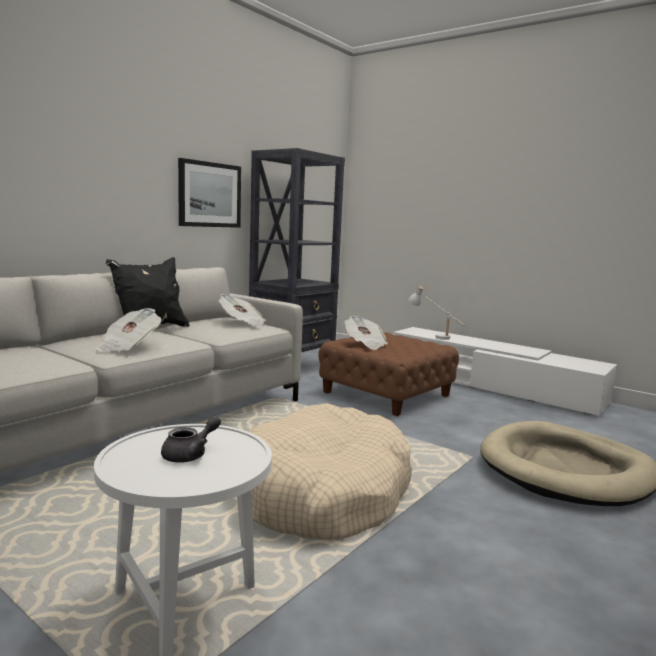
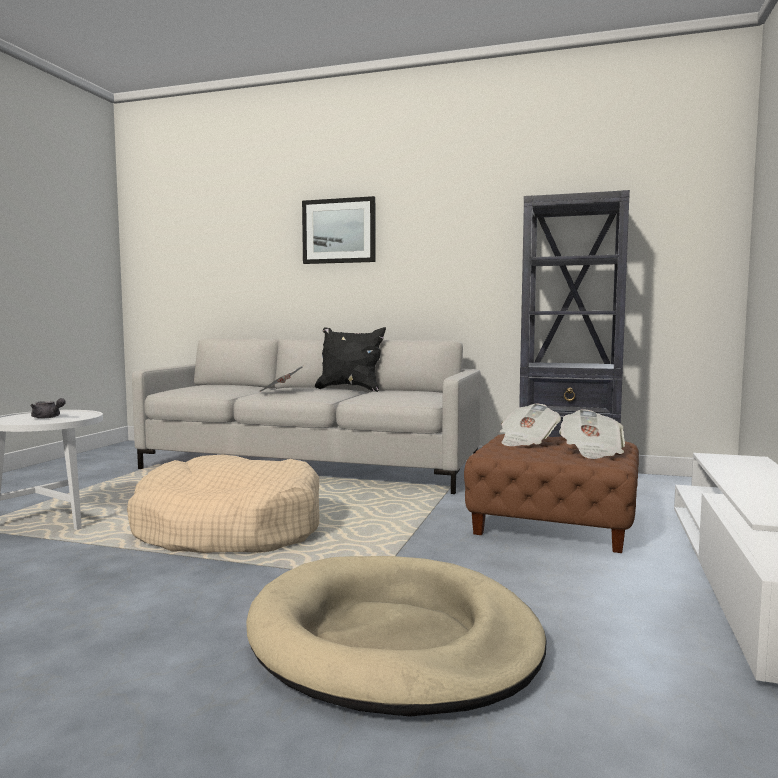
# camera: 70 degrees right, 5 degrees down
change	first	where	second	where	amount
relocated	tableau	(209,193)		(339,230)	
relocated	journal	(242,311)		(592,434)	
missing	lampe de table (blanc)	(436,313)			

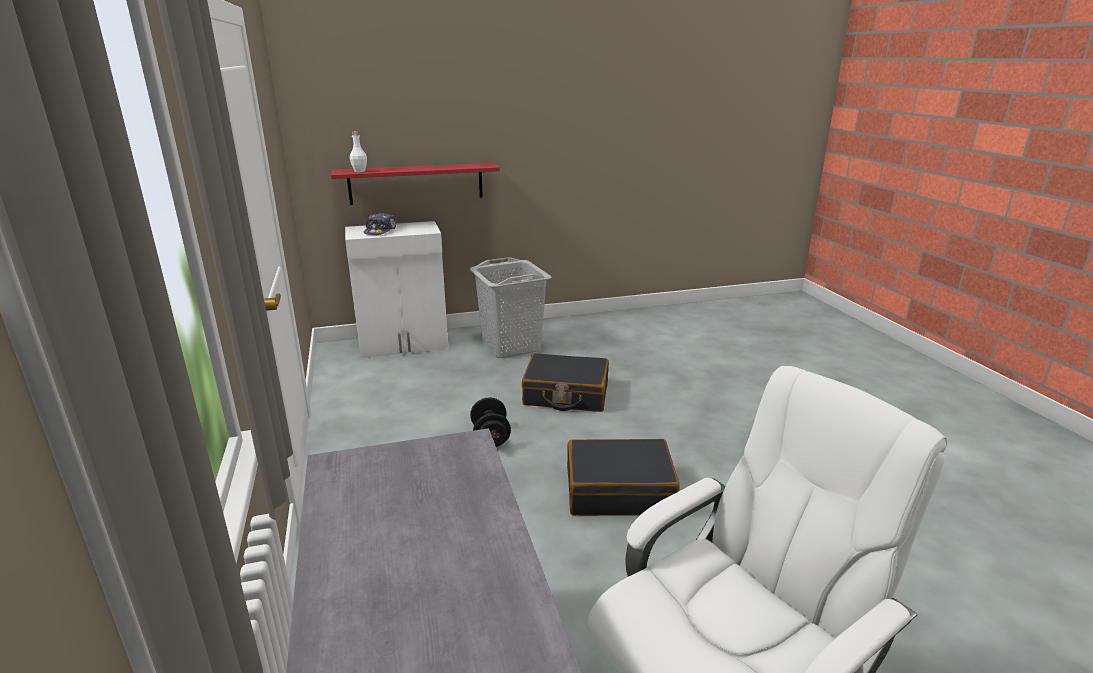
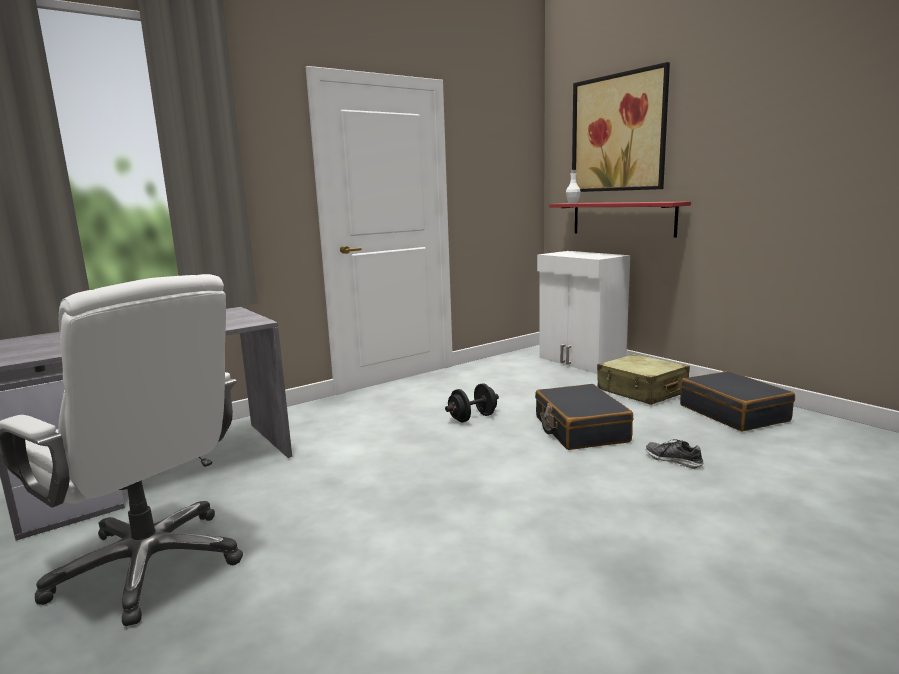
# camera: 70 degrees right, 10 degrees down
change	first	where	second	where	amount
missing	casquette	(380,224)			
exchanged	panier à linge (gris)	(510,307)	valise (beige)	(643,379)	
relocated	valise (noir)	(623,477)		(737,401)	
appeared			tableau	(621,127)	
appeared			chaussure	(675,454)	

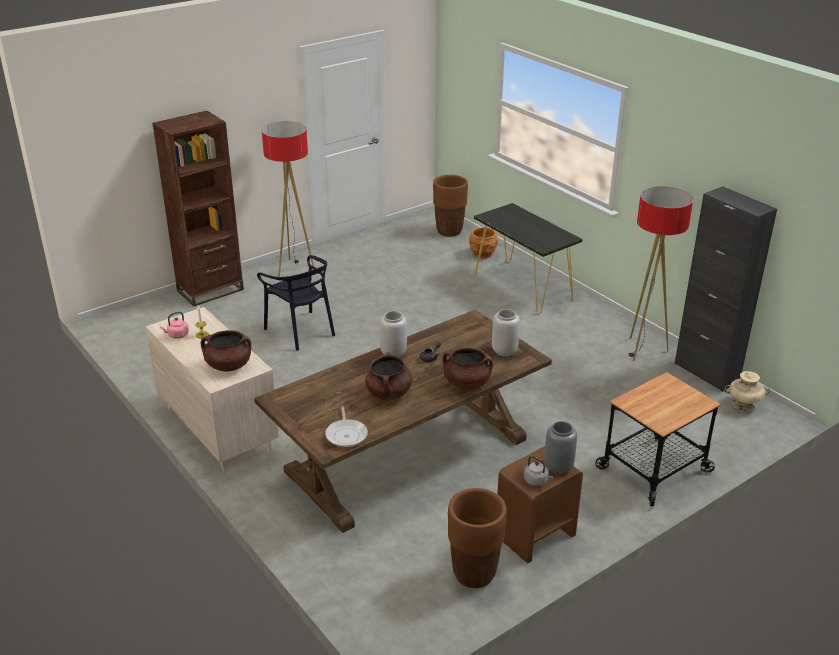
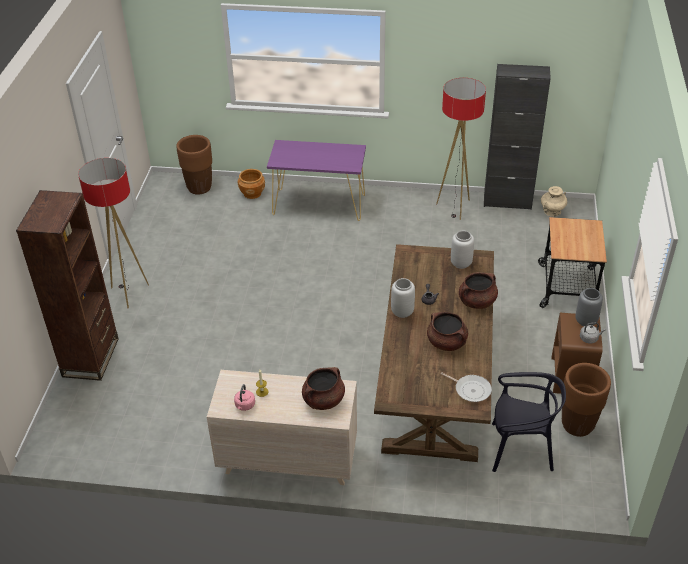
# camera: 45 degrees left, 10 degrees up
change	first	where	second	where	amount
relocated	chaise (noir)	(296,303)		(529,422)	
colour	table console (noir)	(528,258)	table console (violet)	(316,180)	

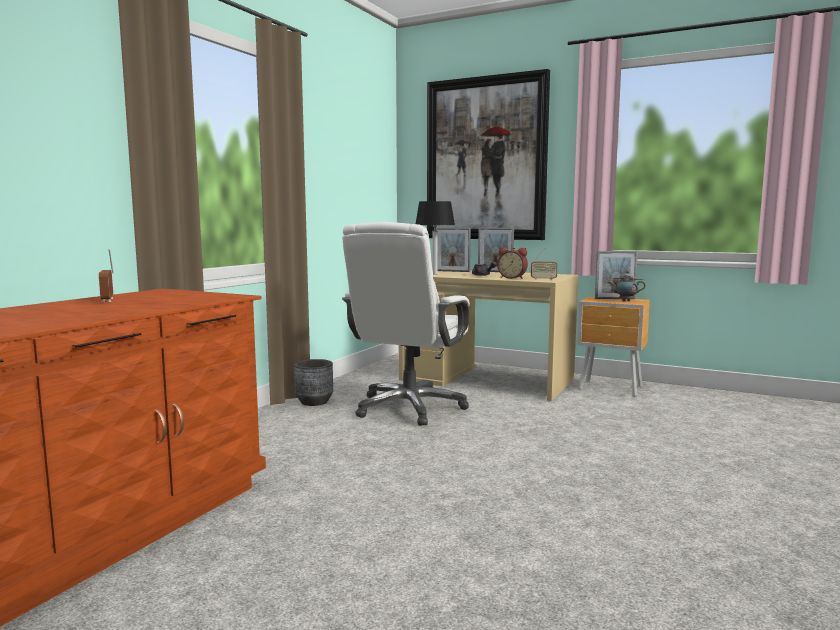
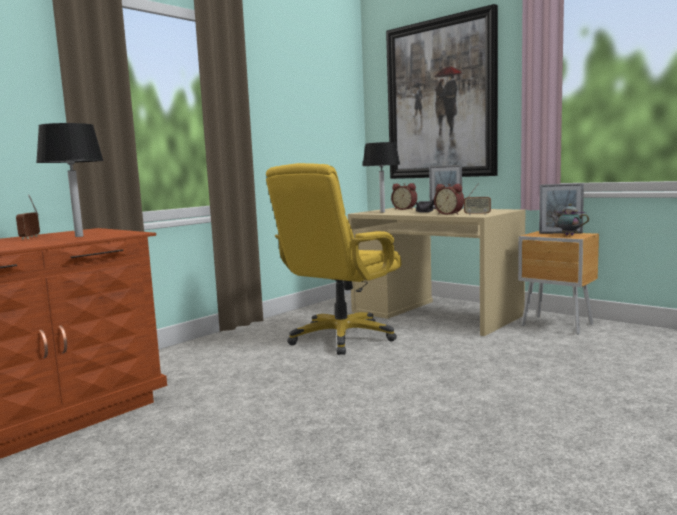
# camera: 15 degrees right, 0 degrees up
change	first	where	second	where	amount
missing	cache-pot (gris)	(313,382)			
colour	chaise de bureau (blanc)	(406,324)	chaise de bureau (jaune)	(333,259)	
exchanged	cadre photo	(453,249)	réveil	(404,196)	
appeared			lampe de table (noir)	(70,180)	

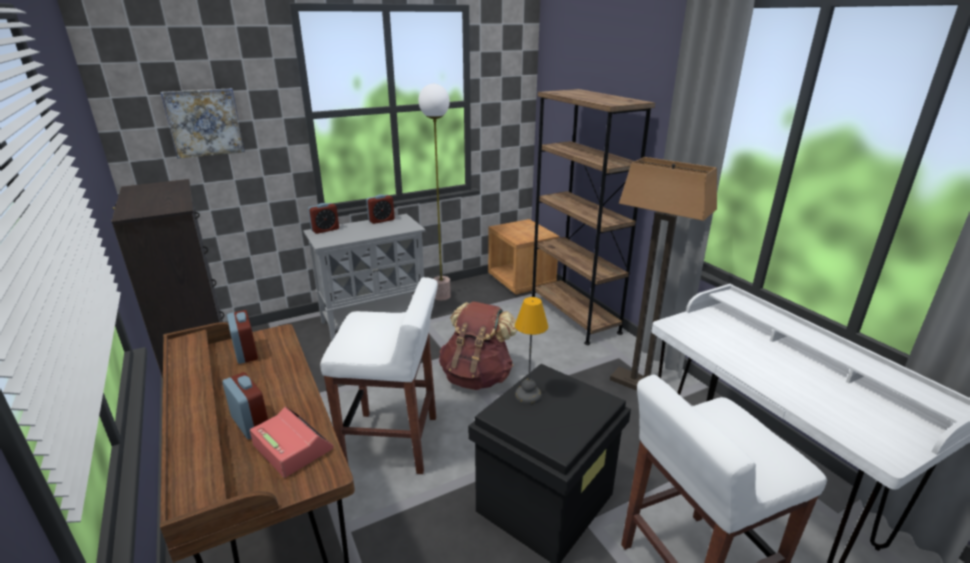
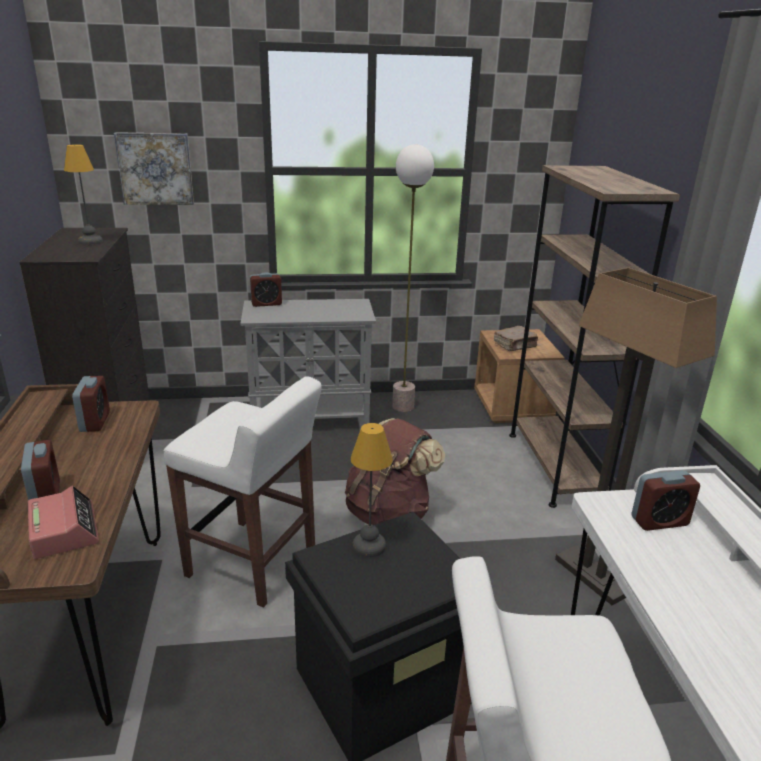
# camera: 20 degrees right, 0 degrees up
change	first	where	second	where	amount
relocated	réveil	(380,209)		(665,500)	
appeared			lampe de table	(83,194)	
appeared			livre (marron)	(516,338)	

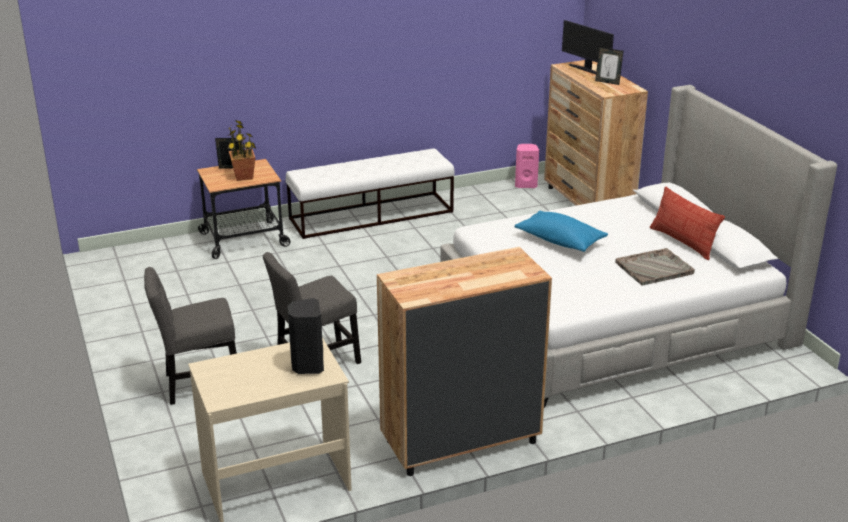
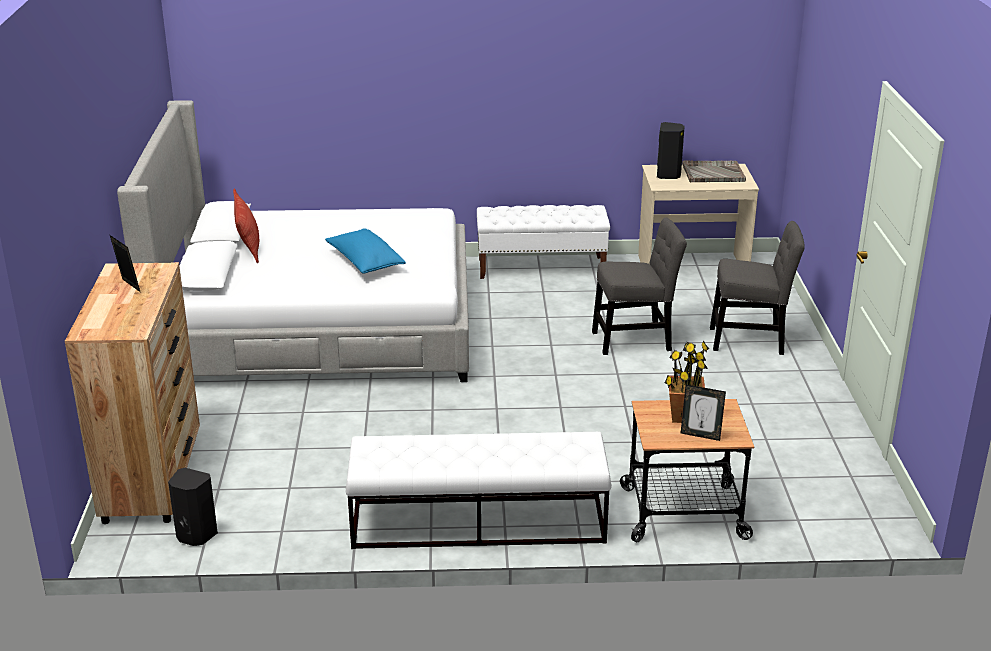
# camera: 160 degrees left, 0 degrees up
change	first	where	second	where	amount
exchanged	commode (marron)	(464,361)	banc (blanc)	(543,242)	
colour	enceinte (rose)	(527,166)	enceinte (noir)	(193,507)	
missing	écran d'ordinateur	(588,47)			
relocated	plateau (gris)	(655,267)		(714,171)	

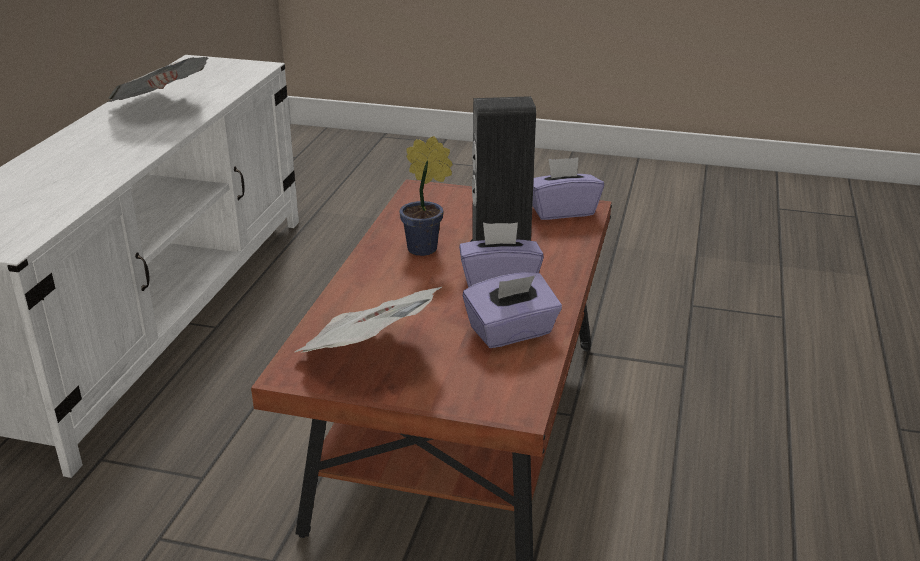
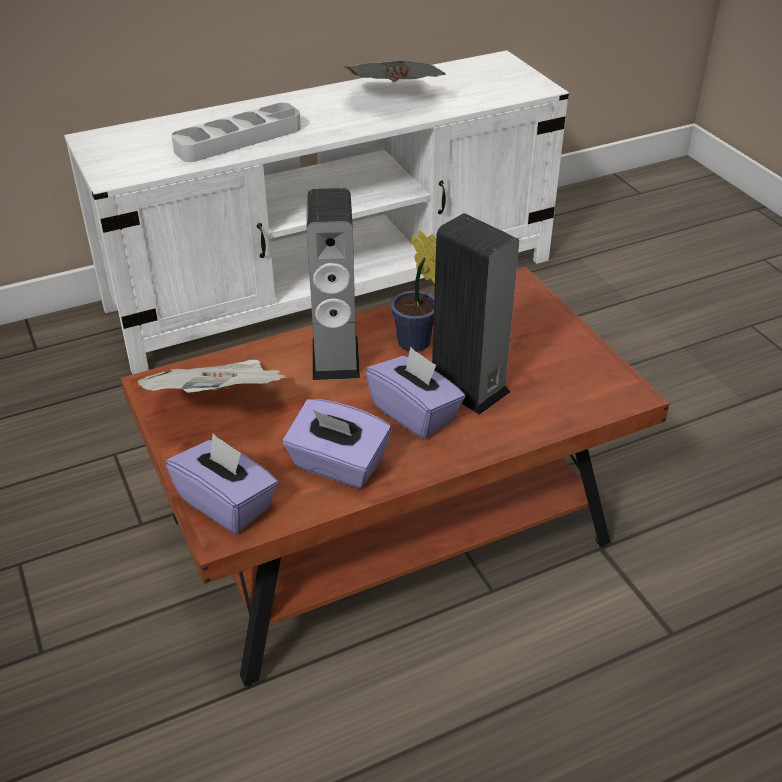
# camera: 50 degrees right, 10 degrees up
change	first	where	second	where	amount
relocated	boîte à mouchoirs (violet)	(568,188)		(222,483)	
appeared			plateau (gris)	(236,132)	
appeared			enceinte	(333,284)	

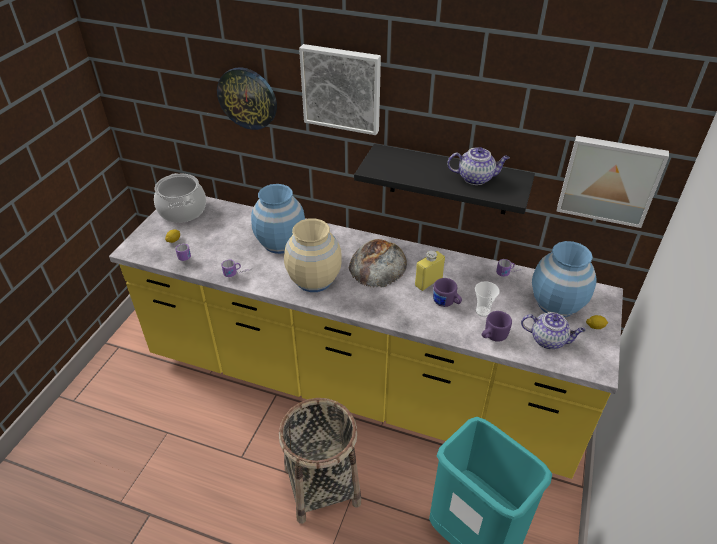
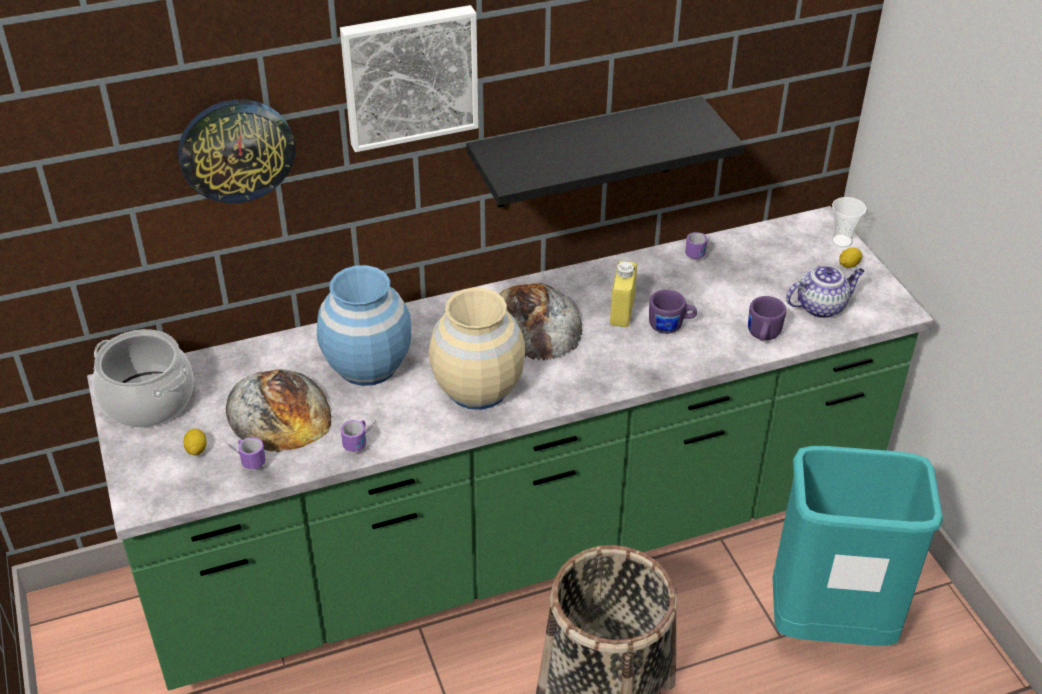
# camera: 40 degrees left, 0 degrees up
change	first	where	second	where	amount
colour	comptoir de cuisine (jaune)	(366,337)	comptoir de cuisine (vert)	(510,448)	
missing	théière	(478,166)			
relocated	tasse	(487,299)		(849,222)	
missing	vase (bleu)	(564,279)			
missing	tableau	(612,182)			
appeared			pain	(278,410)	

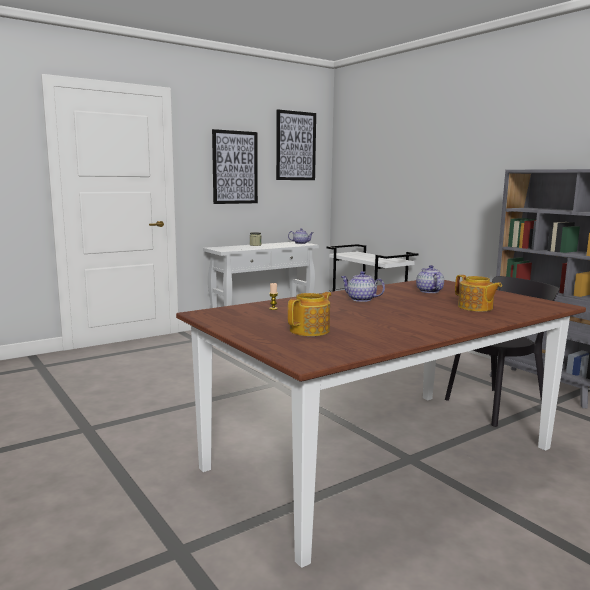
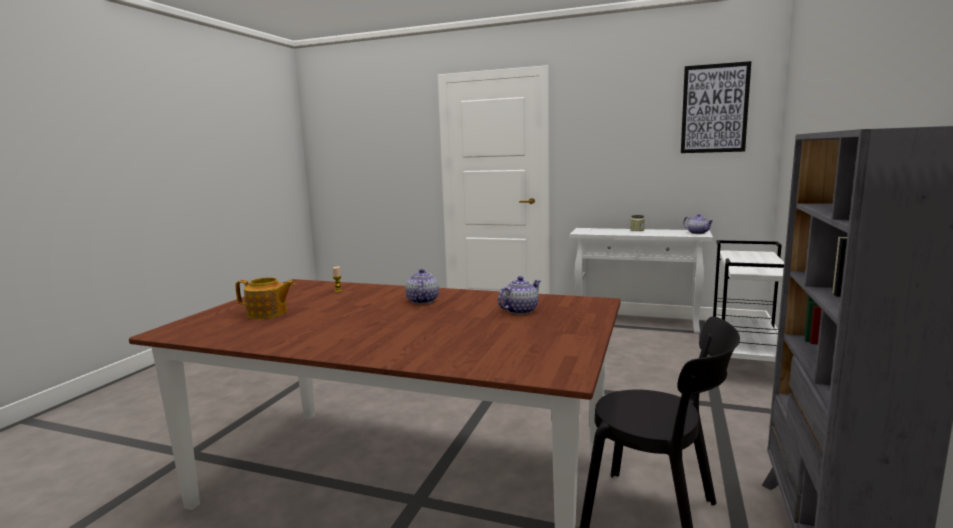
# camera: 55 degrees right, 0 degrees up
change	first	where	second	where	amount
missing	tableau	(235,166)			
missing	théière	(478,293)			

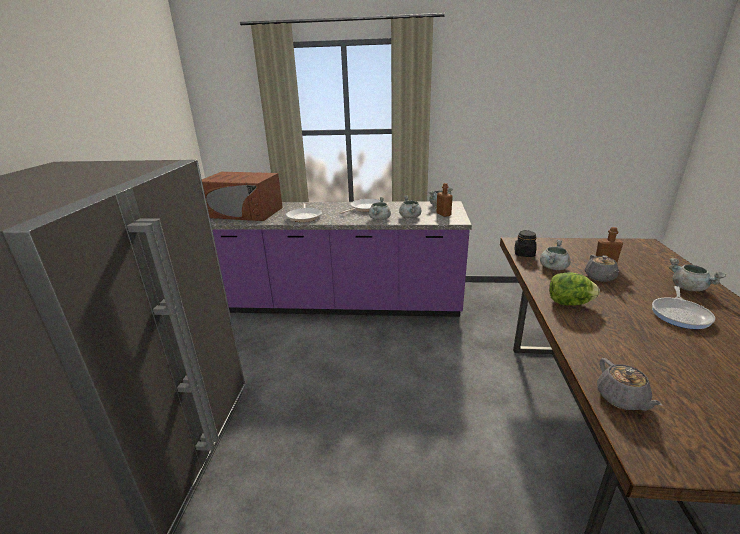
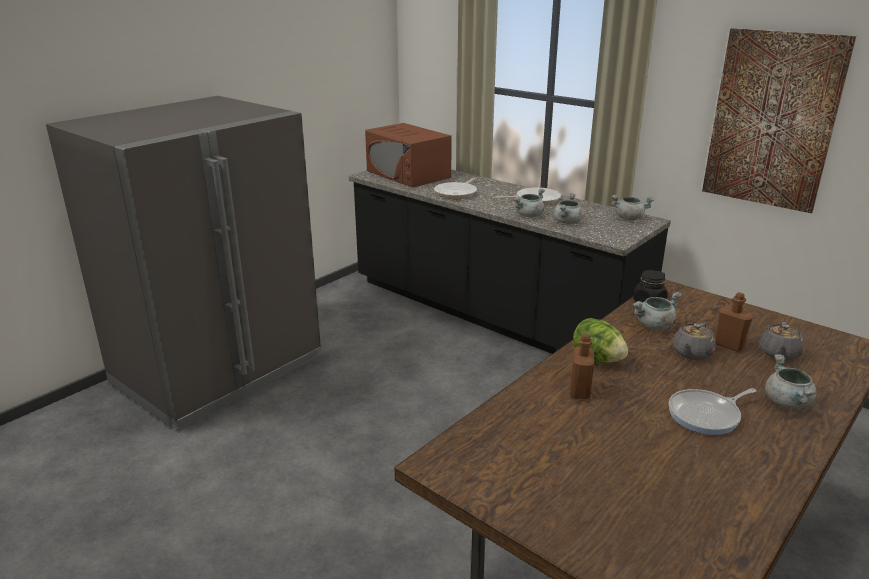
# camera: 35 degrees right, 0 degrees up
change	first	where	second	where	amount
colour	comptoir de cuisine (violet)	(341,259)	comptoir de cuisine (noir)	(510,261)	
relocated	bouteille (marron)	(444,200)		(582,366)	
relocated	théière (gris)	(630,384)		(781,341)	
appeared			tableau	(779,120)	

